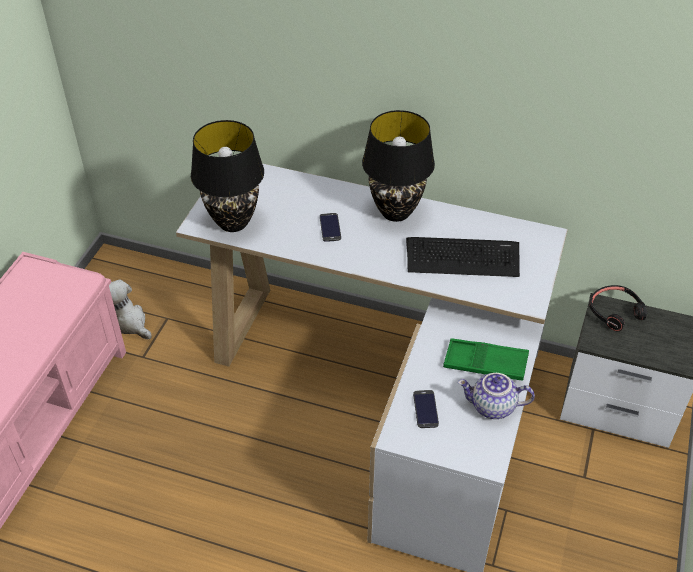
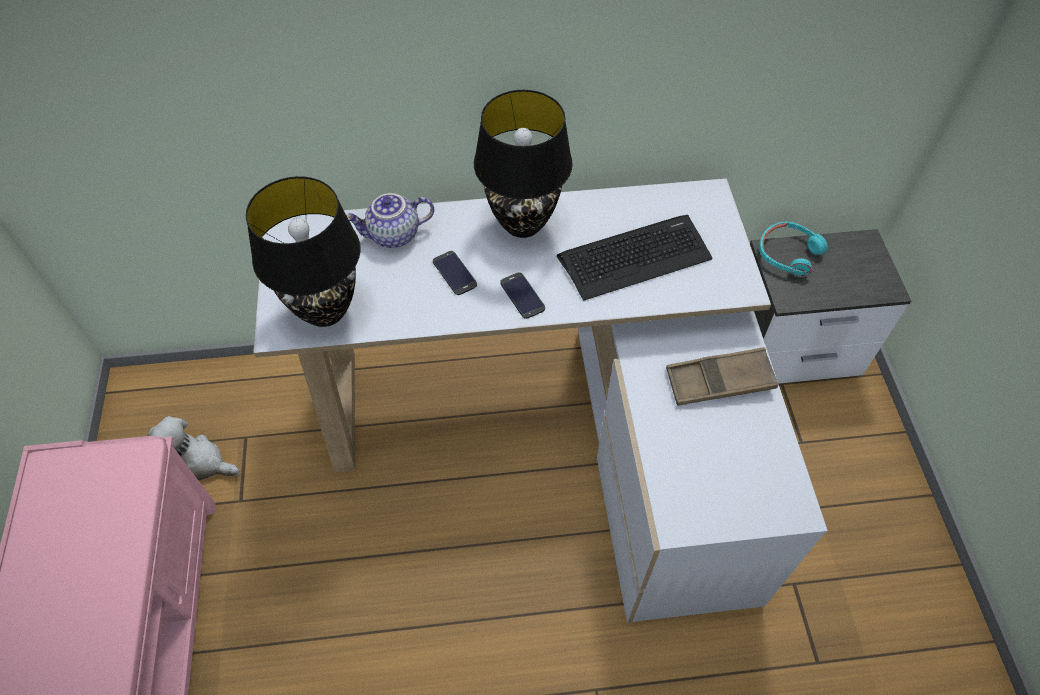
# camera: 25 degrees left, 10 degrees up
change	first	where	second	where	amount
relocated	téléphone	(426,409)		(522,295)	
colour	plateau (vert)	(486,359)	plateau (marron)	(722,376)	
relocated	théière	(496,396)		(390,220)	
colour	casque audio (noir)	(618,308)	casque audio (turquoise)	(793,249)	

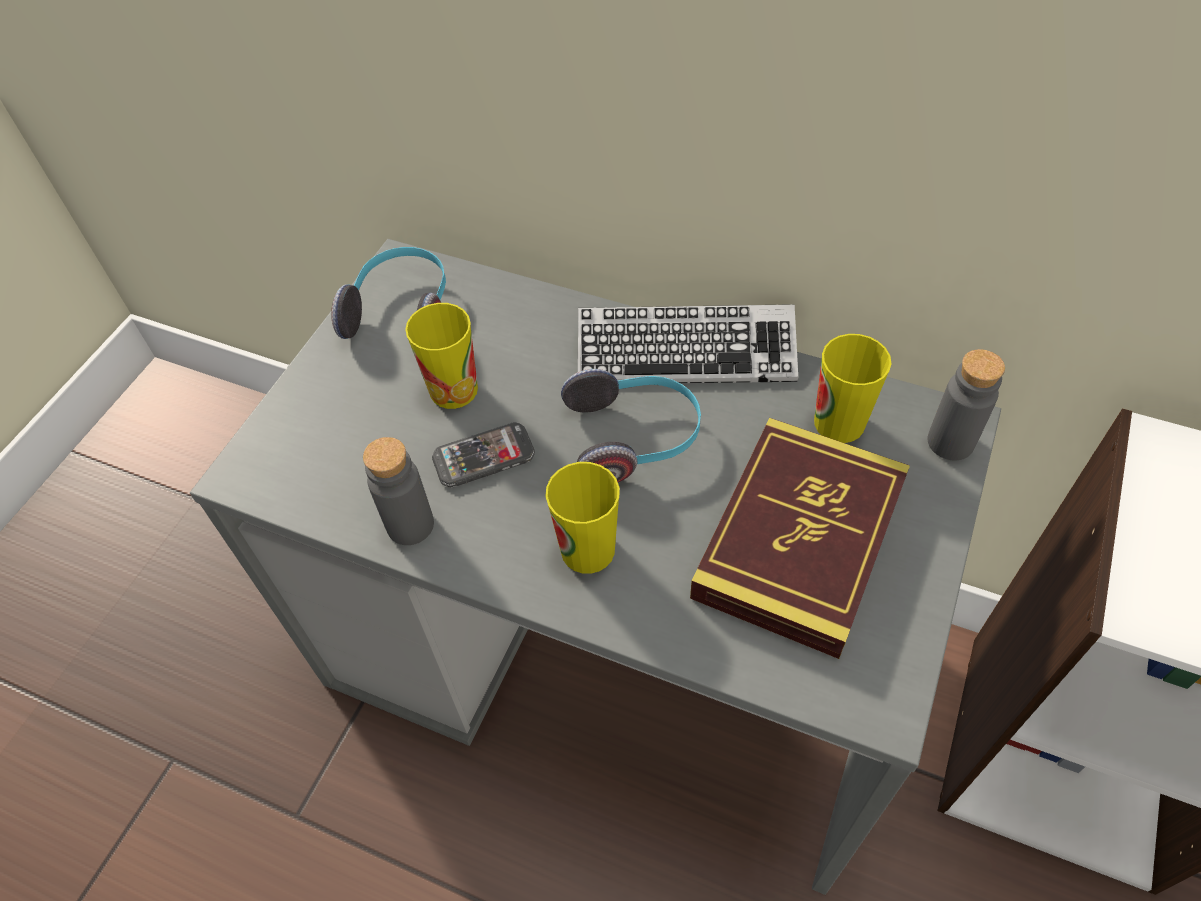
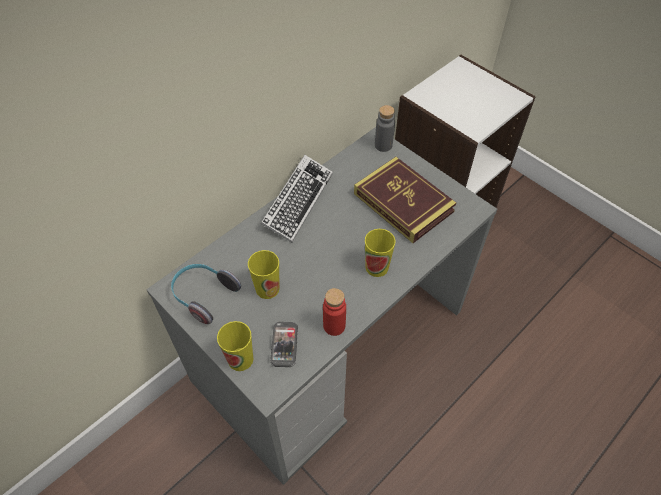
# camera: 70 degrees left, 0 degrees up
change	first	where	second	where	amount
colour	bouteille (gris)	(398,491)	bouteille (rouge)	(334,312)	
relocated	téléphone	(483,455)		(284,344)	
missing	casque audio	(631,426)			
relocated	tasse	(852,388)		(235,346)	

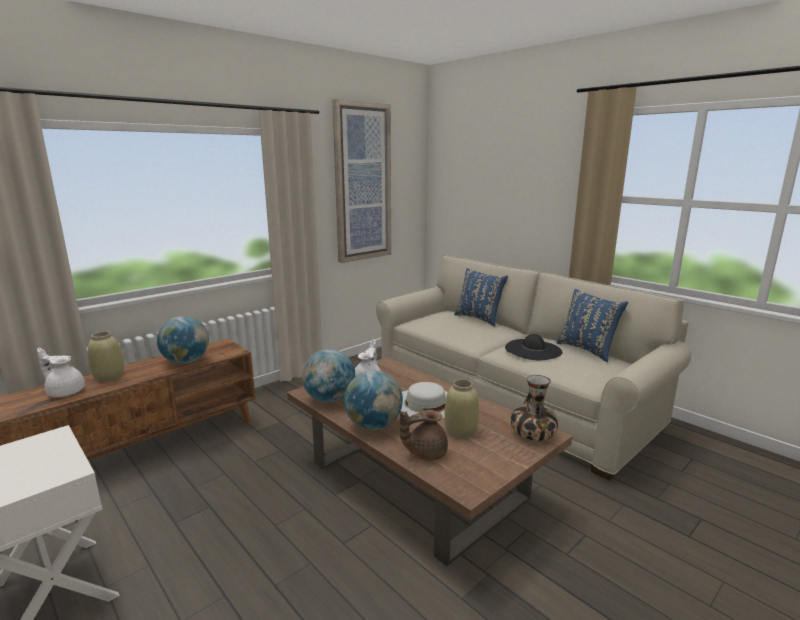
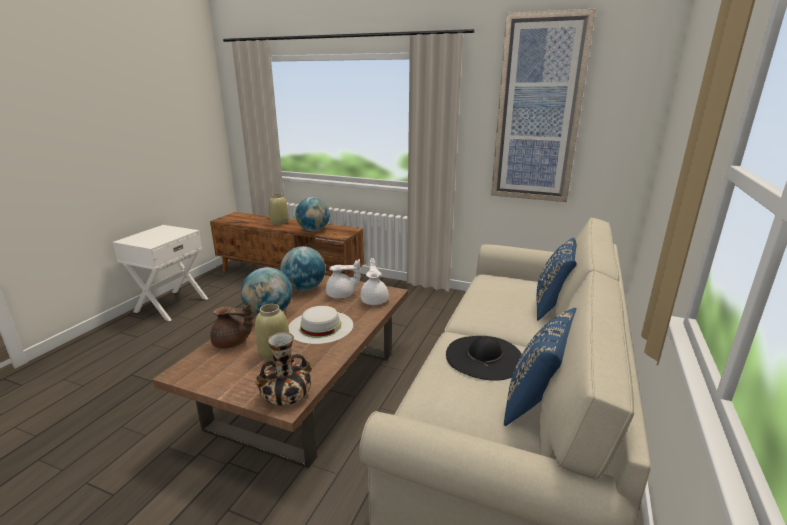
# camera: 65 degrees right, 5 degrees up
change	first	where	second	where	amount
relocated	théière (blanc)	(61,372)		(374,281)	
spun	théière (marron)	(424,435)		(231,325)	135 degrees clockwise

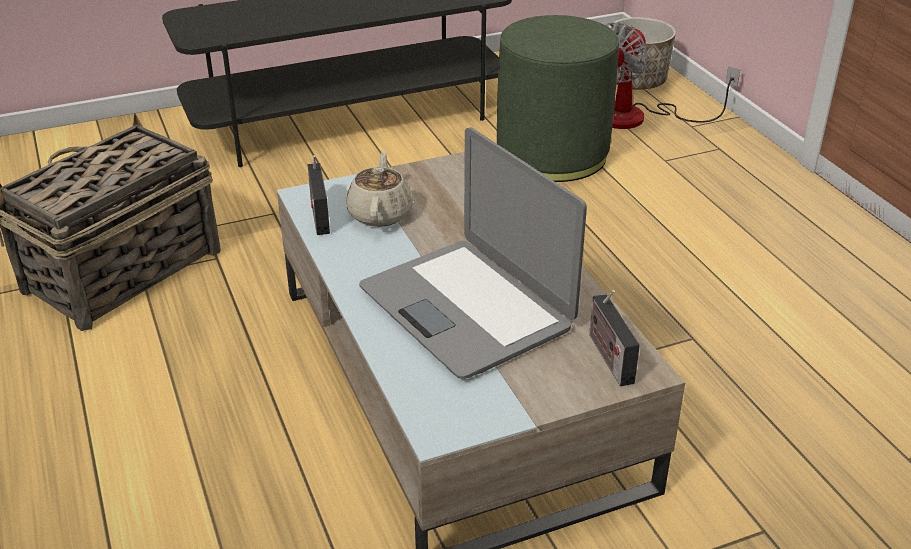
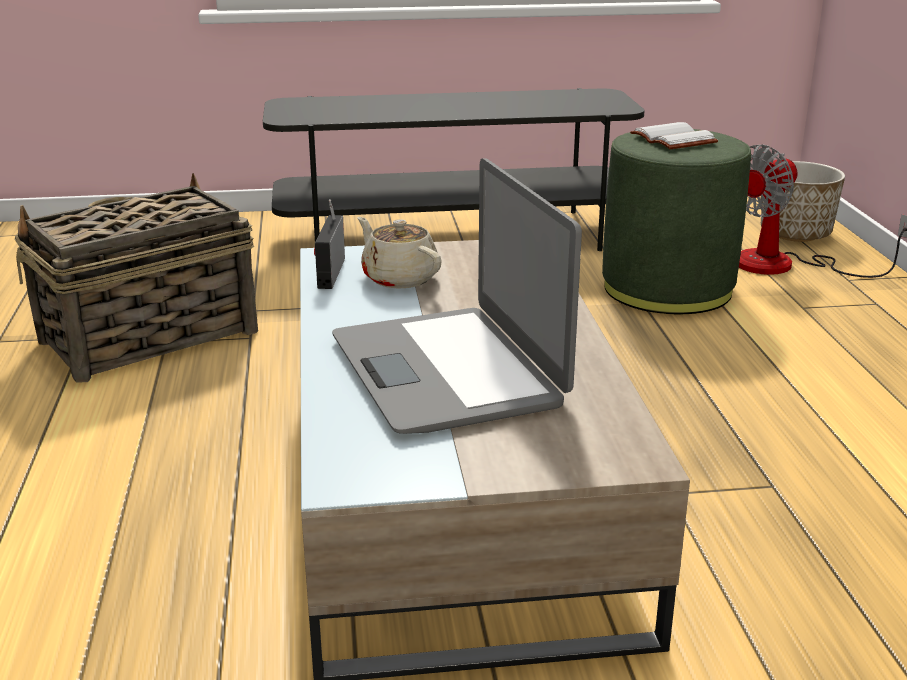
# camera: 15 degrees right, 10 degrees down
change	first	where	second	where	amount
spun	théière (beige)	(379,189)		(399,253)	60 degrees counterclockwise
missing	radio	(614,338)			
appeared			livre (blanc)	(674,135)	

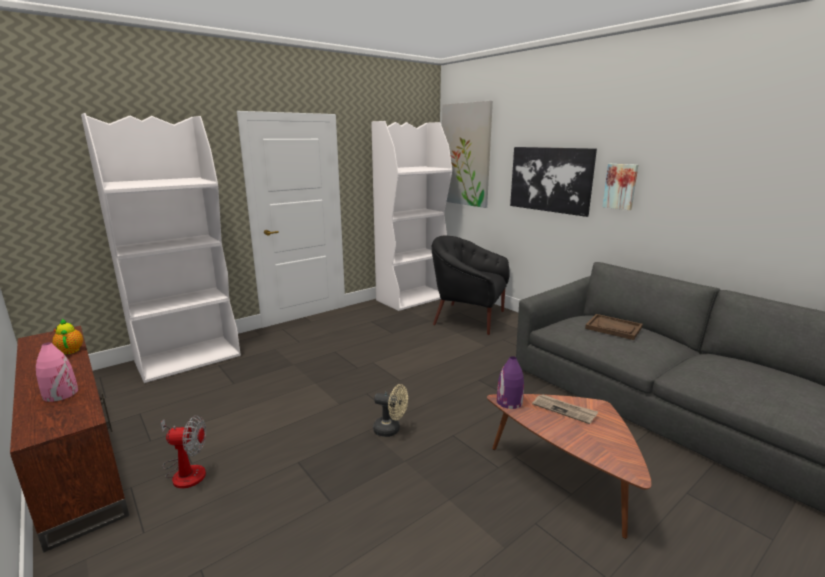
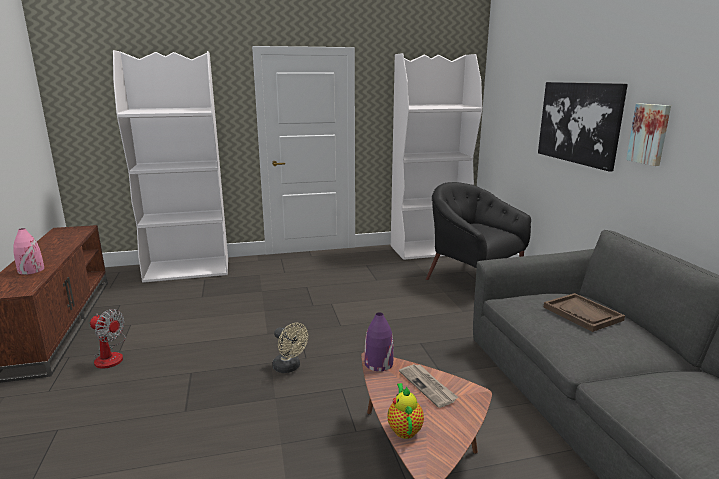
# camera: 25 degrees right, 0 degrees up
change	first	where	second	where	amount
relocated	théière	(67,336)		(406,411)	
missing	tableau	(467,154)			

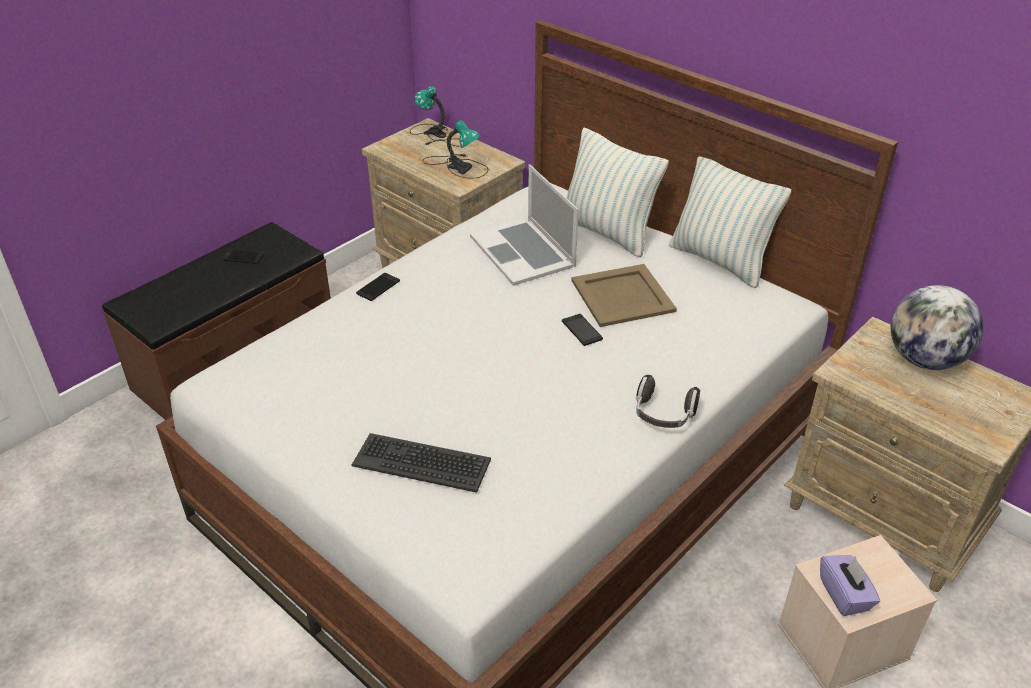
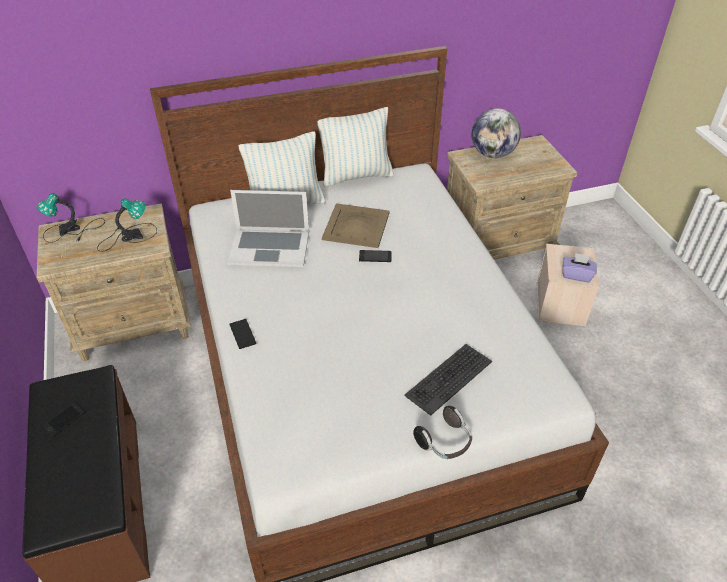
# camera: 60 degrees left, 5 degrees up
change	first	where	second	where	amount
relocated	casque audio	(668,401)		(442,432)	

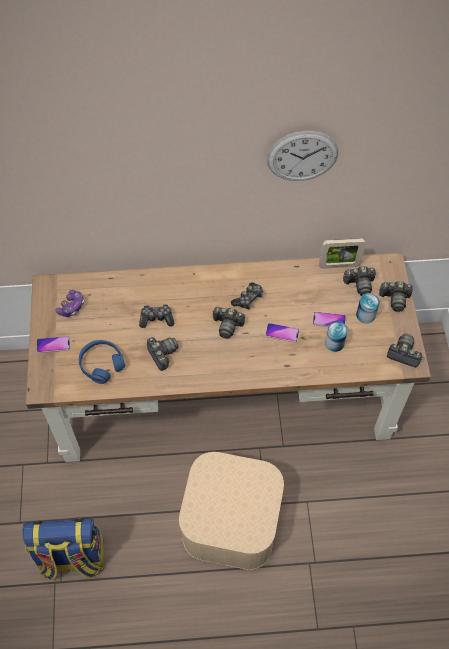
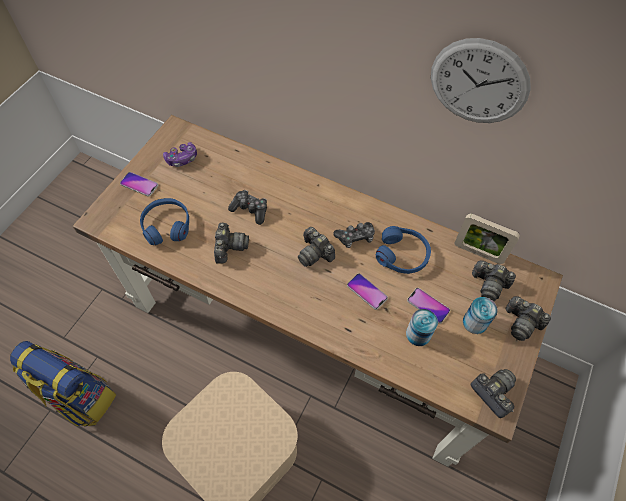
# camera: 30 degrees right, 0 degrees up
change	first	where	second	where	amount
appeared			casque audio (bleu)	(403,250)	

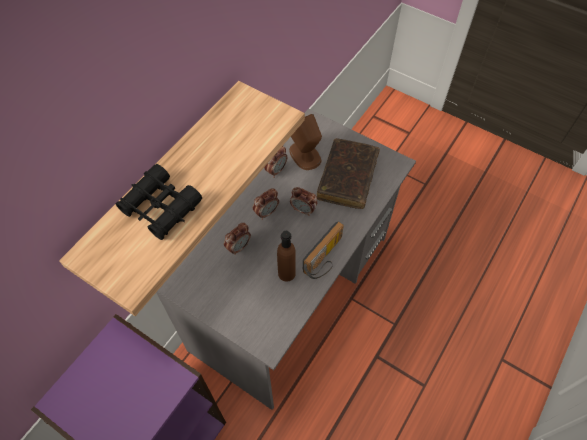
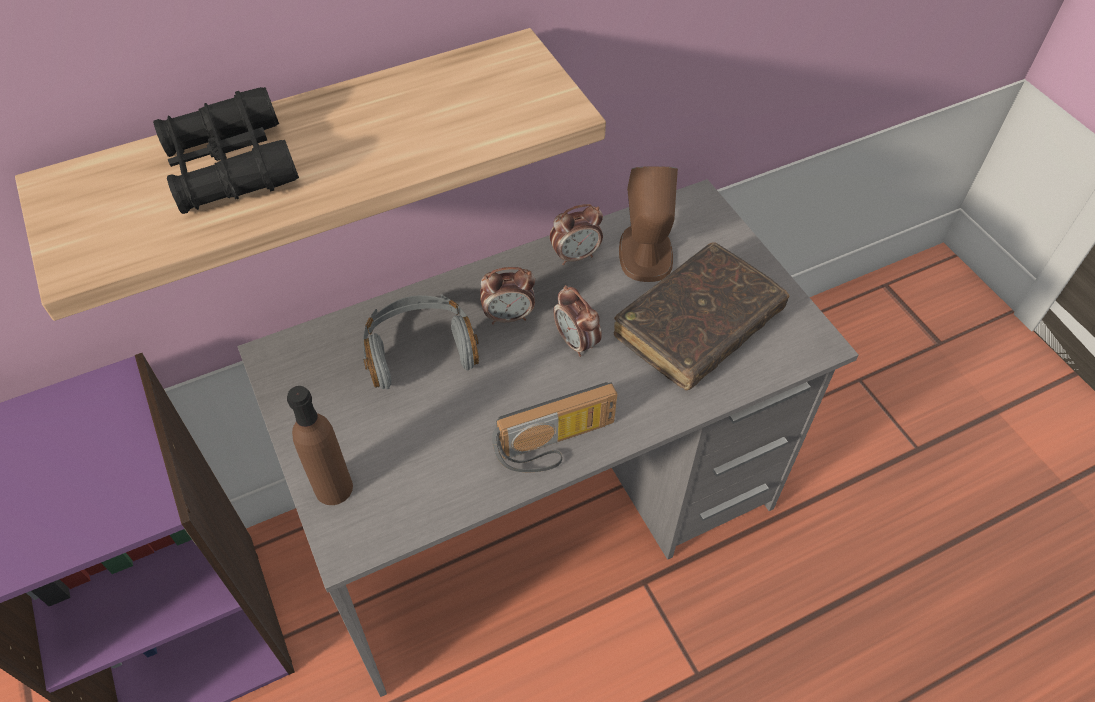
# camera: 30 degrees right, 5 degrees down
change	first	where	second	where	amount
exchanged	réveil	(237,239)	casque audio (gris)	(421,341)	
relocated	bouteille (marron)	(286,256)		(320,445)	

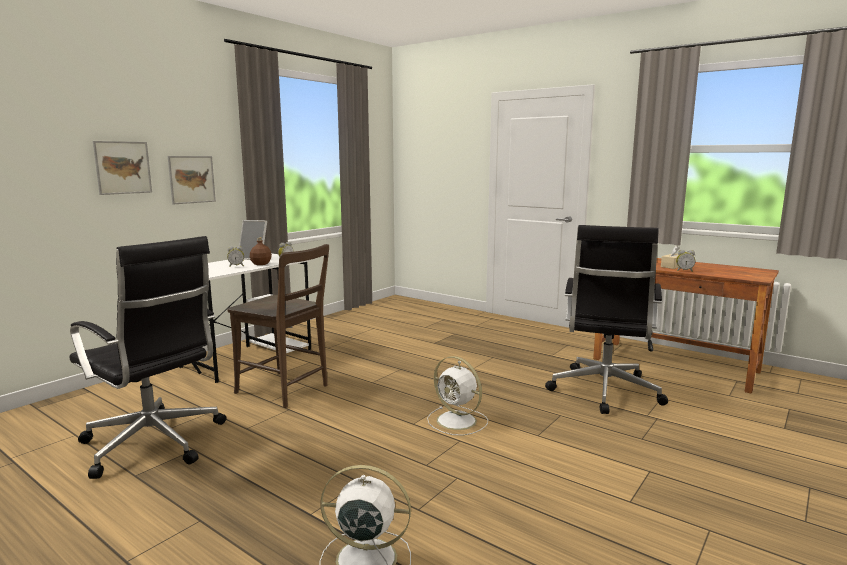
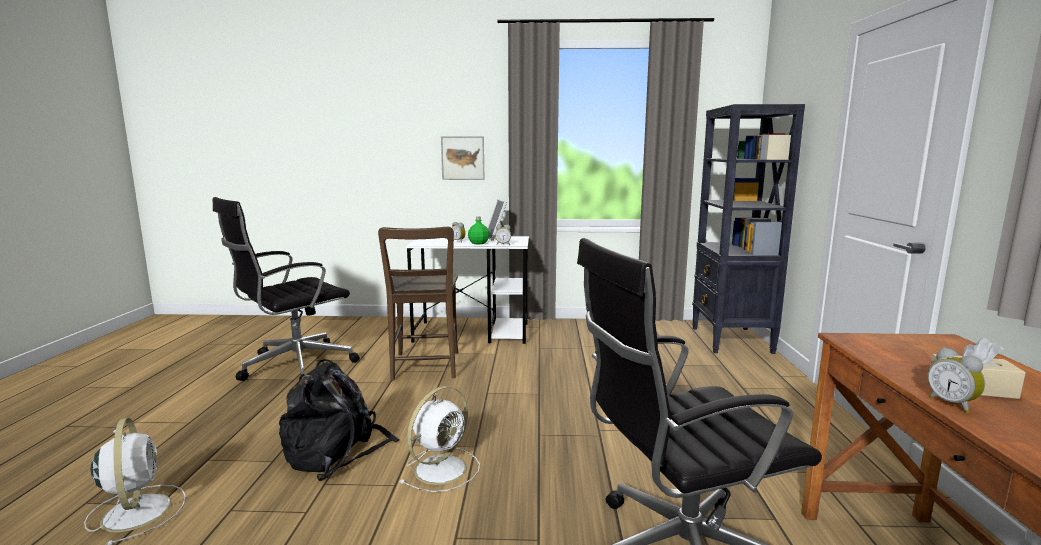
# camera: 55 degrees right, 0 degrees up
change	first	where	second	where	amount
spun	chaise de bureau (noir)	(148,357)		(286,289)	45 degrees clockwise
missing	tableau	(122,168)			
colour	bouteille (marron)	(261,251)	bouteille (vert)	(479,230)	
spun	ventilateur (blanc)	(457,395)		(440,439)	150 degrees counterclockwise
appeared			sac à dos (noir)	(339,420)	
appeared			bibliothèque (noir)	(748,229)	

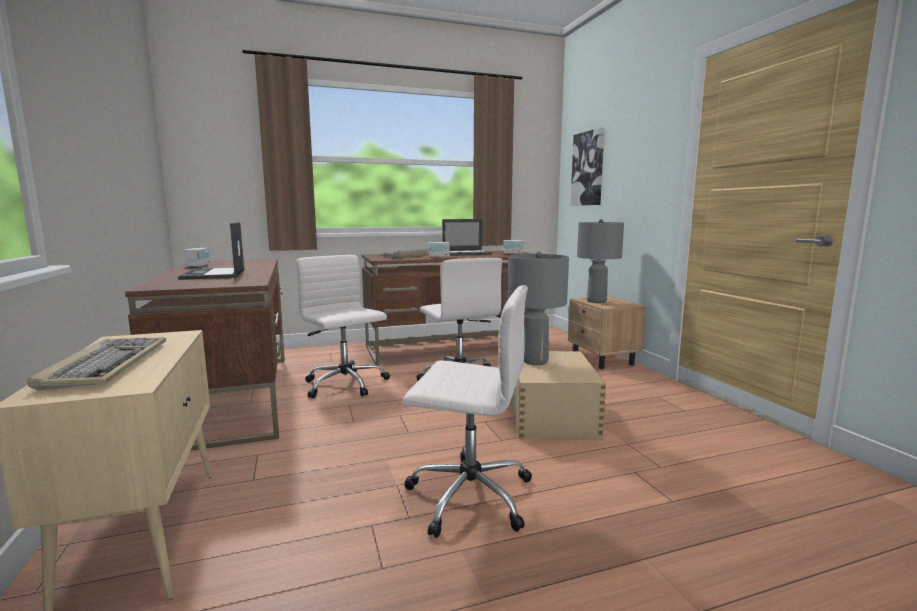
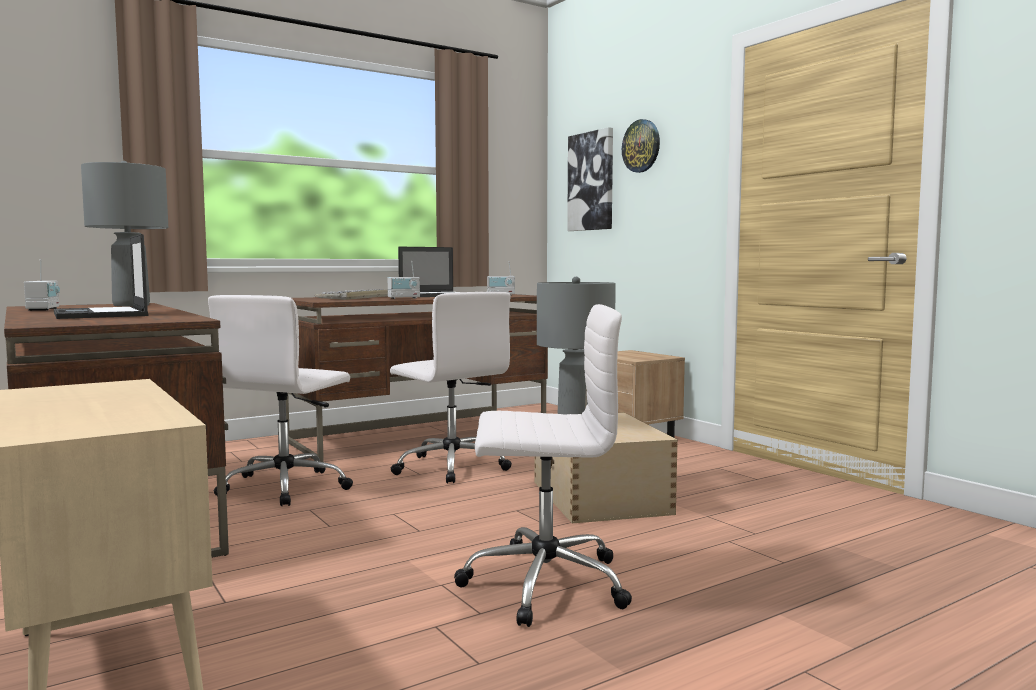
# camera: 15 degrees left, 5 degrees down
change	first	where	second	where	amount
missing	clavier	(96,364)			
spun	chaise de bureau (blanc)	(343,326)		(280,400)	105 degrees counterclockwise
relocated	lampe de table (gris)	(600,261)		(124,233)	
appeared			horloge murale	(641,146)	

